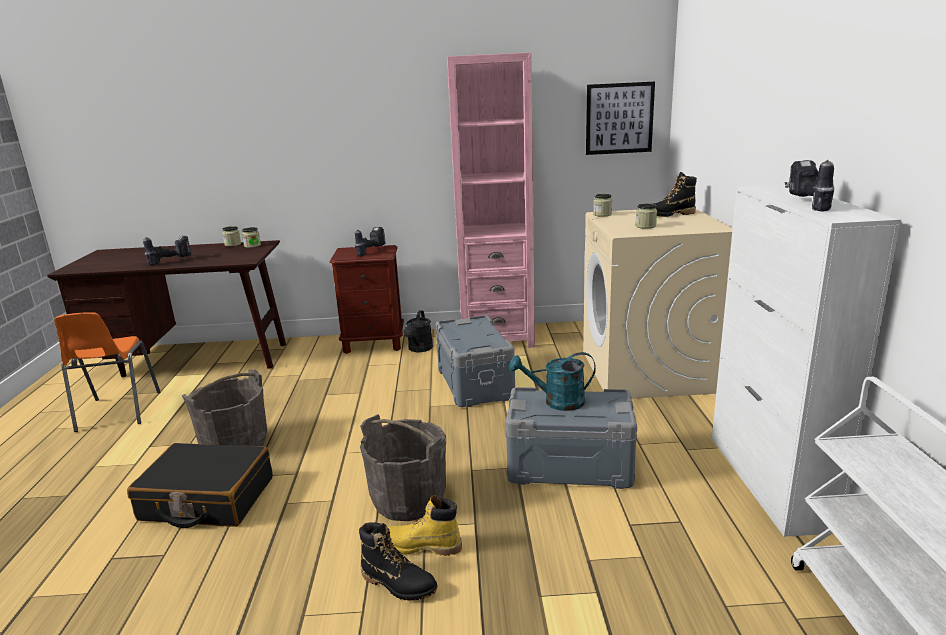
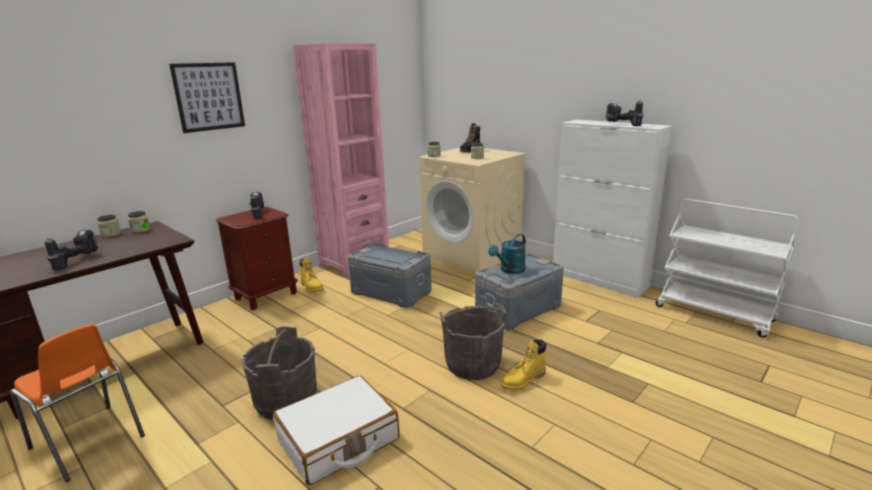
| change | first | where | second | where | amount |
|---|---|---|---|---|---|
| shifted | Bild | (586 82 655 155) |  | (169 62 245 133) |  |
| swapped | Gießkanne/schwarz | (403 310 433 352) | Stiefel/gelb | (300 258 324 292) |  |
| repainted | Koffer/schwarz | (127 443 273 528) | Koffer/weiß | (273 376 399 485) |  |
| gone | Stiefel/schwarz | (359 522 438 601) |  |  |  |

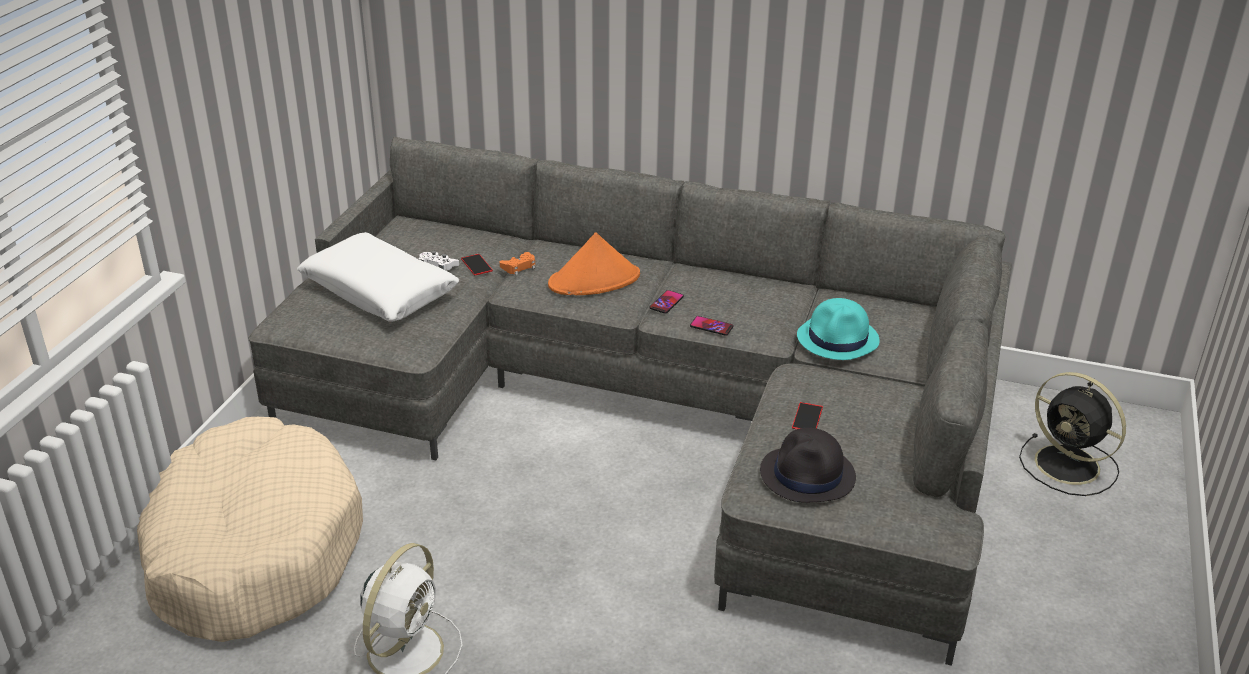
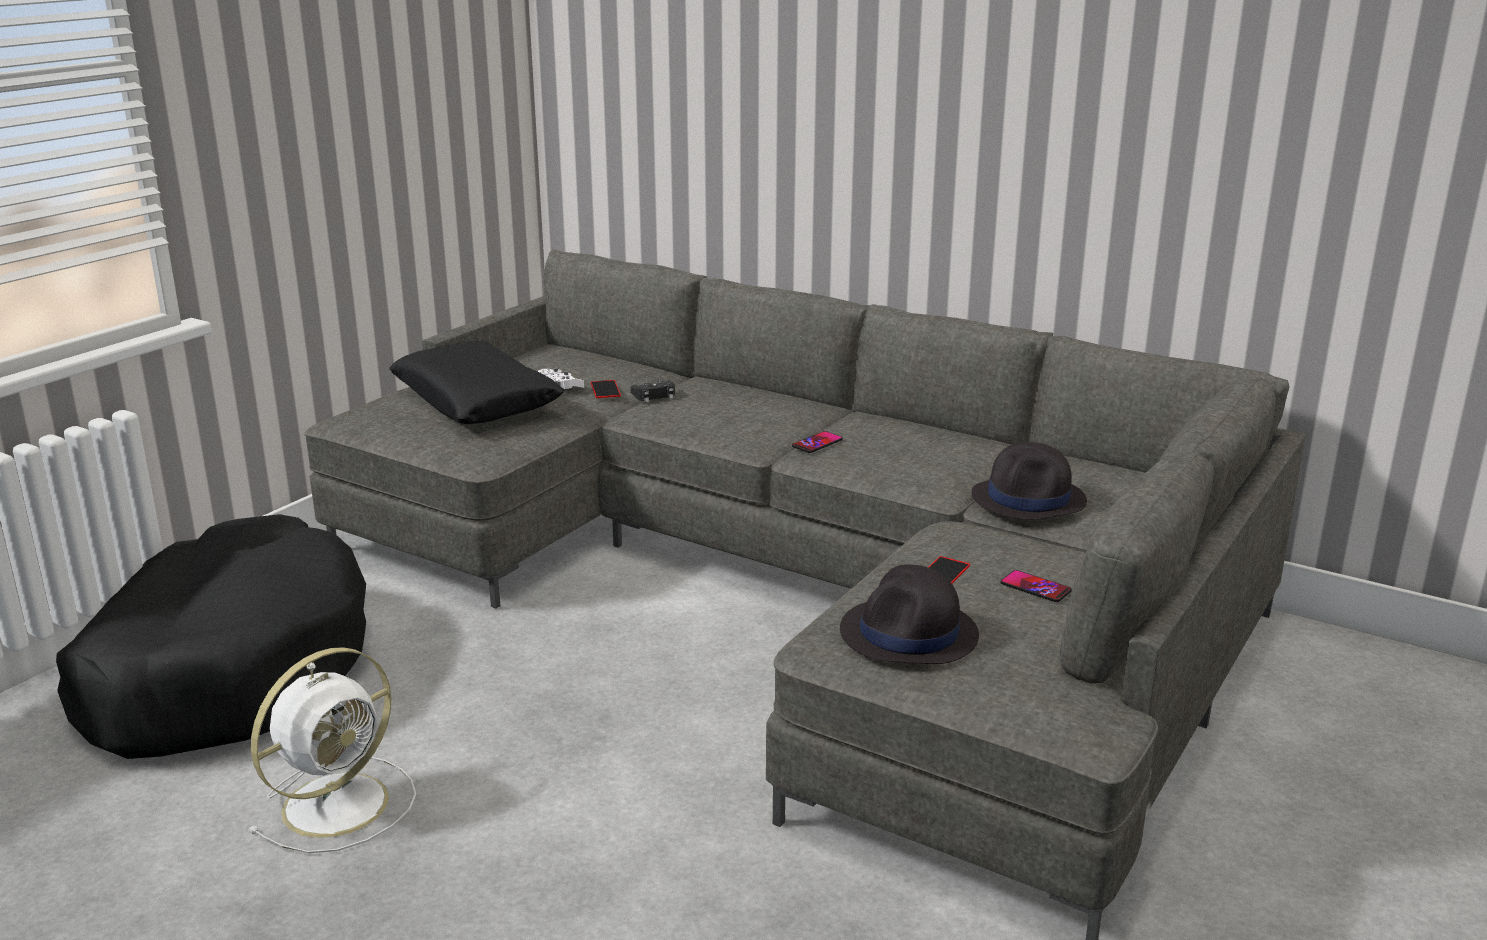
| change | first | where | second | where | amount |
|---|---|---|---|---|---|
| repainted | Kissen/weiß | (297 232 459 322) | Kissen/schwarz | (389 341 564 424) |  |
| gone | Hut/orange | (548 232 640 295) |  |  |  |
| repainted | Gamepad/orange | (500 252 535 275) | Gamepad/schwarz | (631 380 675 403) |  |
| repainted | Hut/türkis | (797 298 880 360) | Hut/schwarz | (971 442 1087 520) |  |
| shifted | Handy | (690 316 733 336) |  | (1001 570 1072 602) |  |
| gone | Ventilator/schwarz | (1019 372 1126 496) |  |  |  |
| repainted | Hundebett/beige | (137 417 363 642) | Hundebett/schwarz | (56 514 366 759) |  |

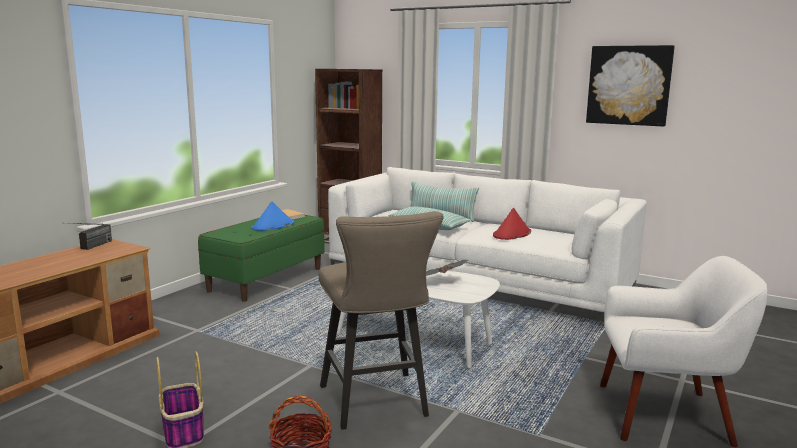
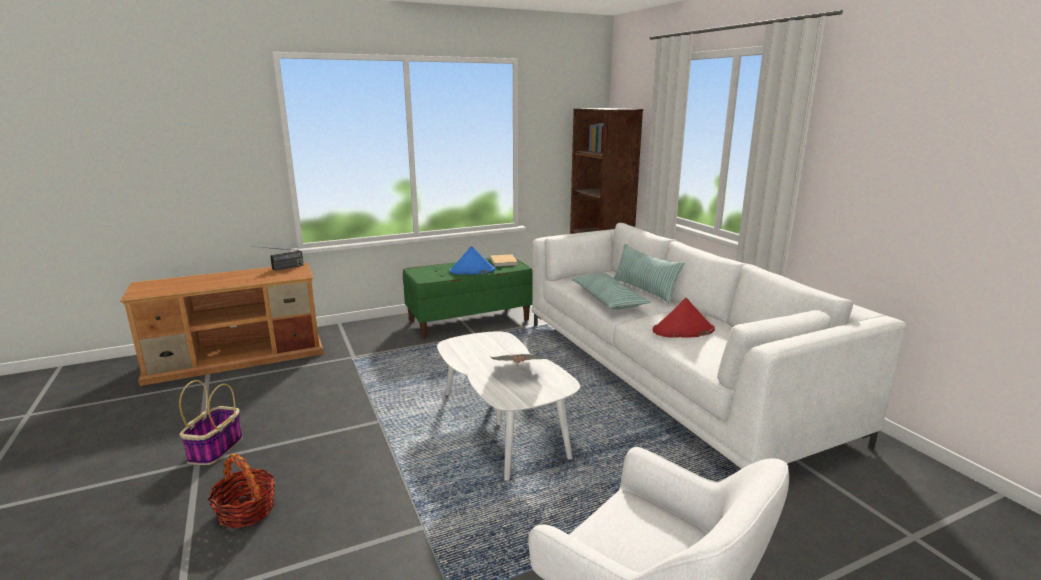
| change | first | where | second | where | amount |
|---|---|---|---|---|---|
| gone | Bild | (586 45 675 127) |  |  |  |
| gone | Hocker/beige | (319 211 444 430) |  |  |  |

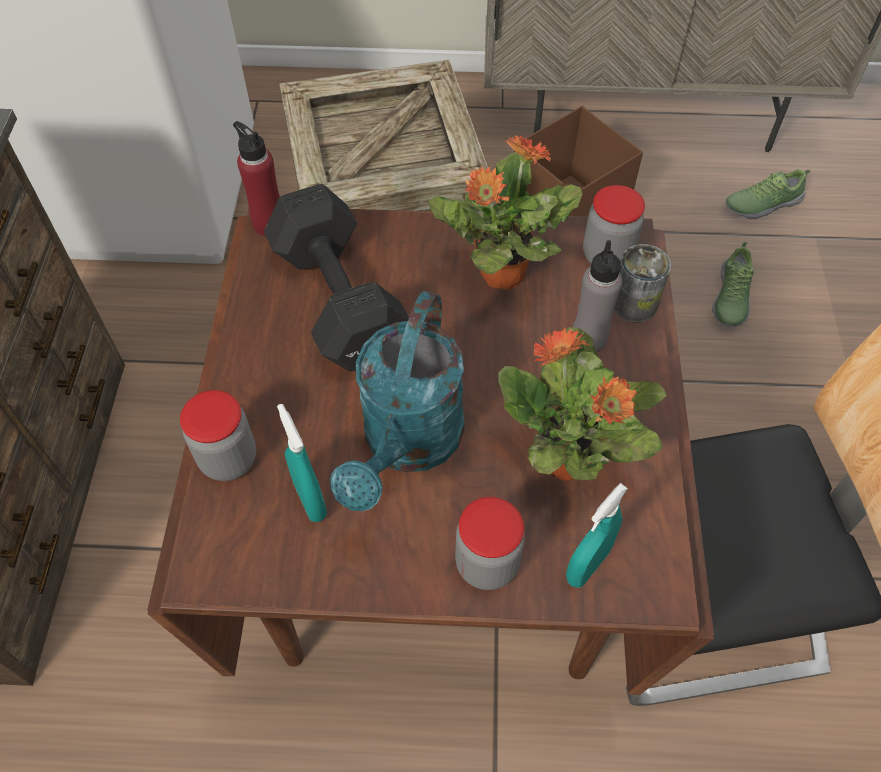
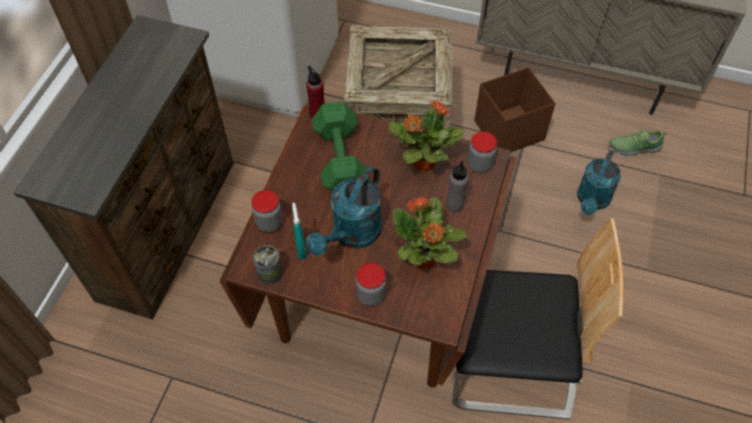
| change | first | where | second | where | amount |
|---|---|---|---|---|---|
| repainted | Hantel/schwarz | (264 184 409 371) | Hantel/grün | (312 102 368 193) |  |
| swapped | Schuh | (712 242 754 327) | Gießkanne/türkis | (577 149 621 215) |  |
| shifted | Dose | (614 244 671 323) |  | (253 245 283 285) |  |
| gone | Sprühflasche/türkis | (566 483 628 588) |  |  |  |

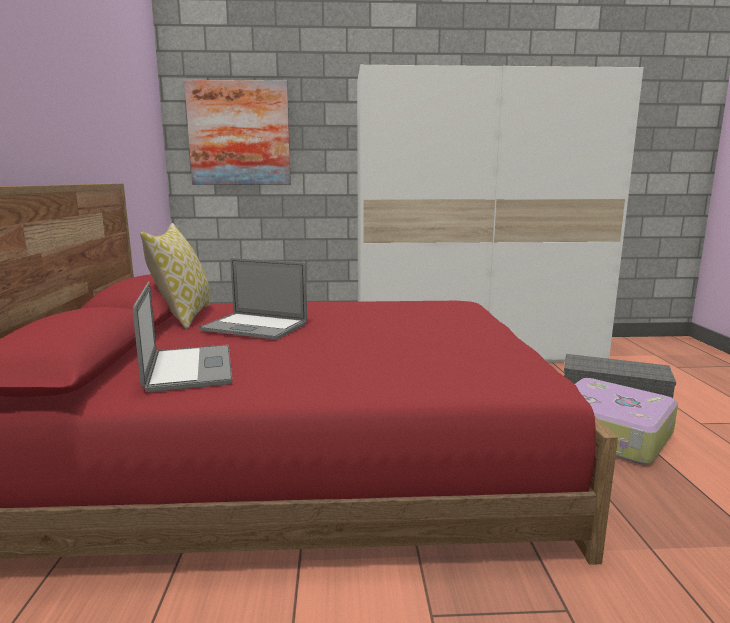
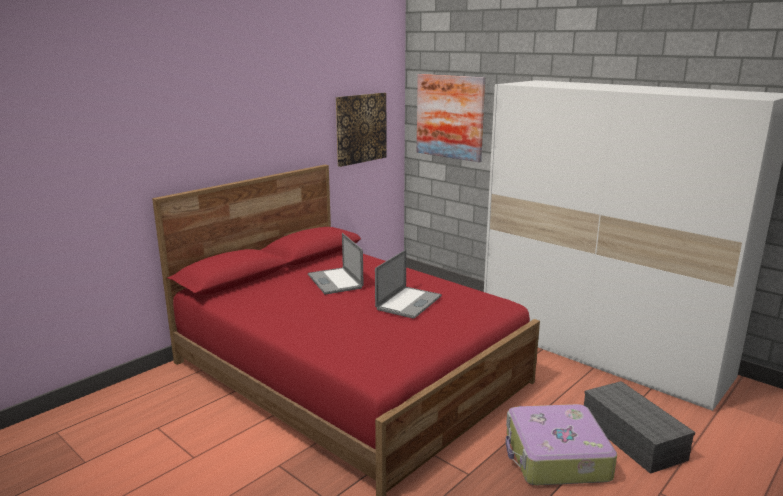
| change | first | where | second | where | amount |
|---|---|---|---|---|---|
| gone | Kissen | (140 223 210 330) |  |  |  |
| shifted | Laptop | (133 282 233 392) |  | (375 249 442 319) |  |
| new |  |  | Bild | (336 93 386 167) |  |

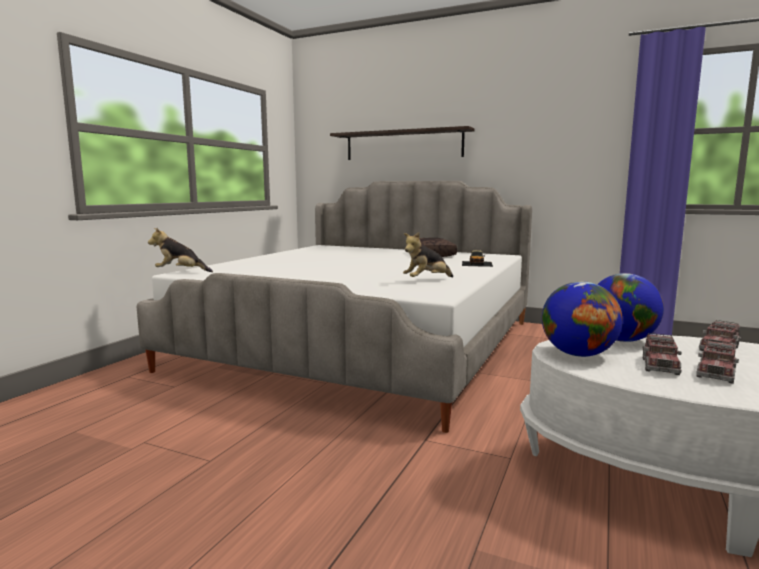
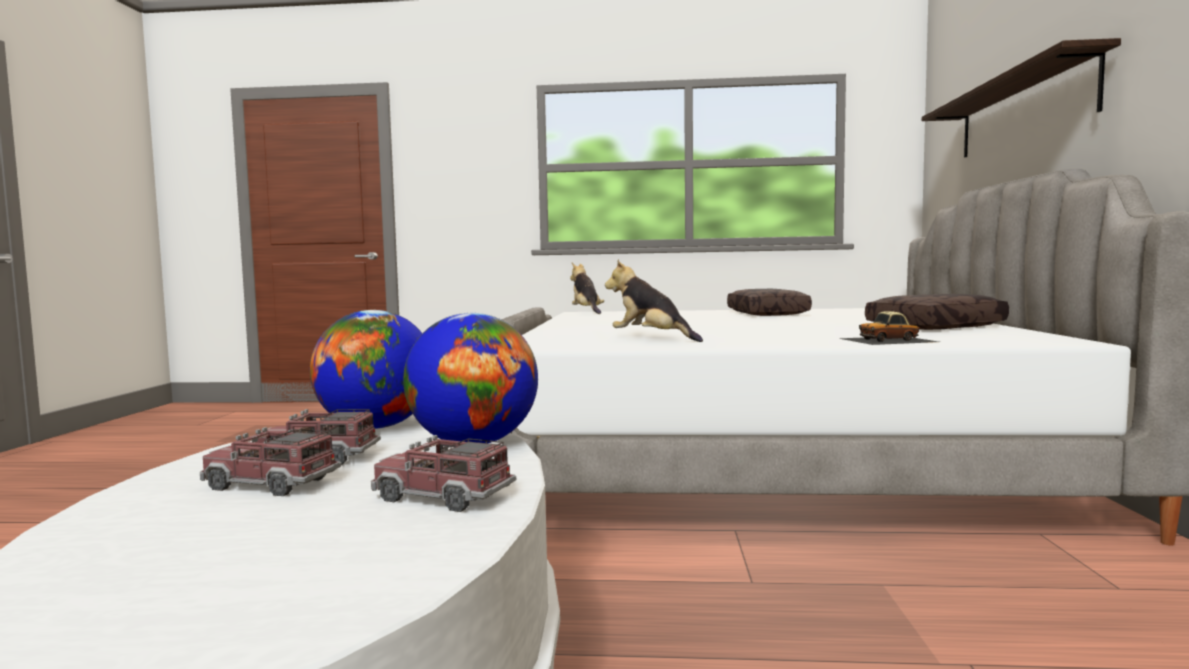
| change | first | where | second | where | amount |
|---|---|---|---|---|---|
| new |  |  | Kissen/braun | (727 289 812 316) |  |

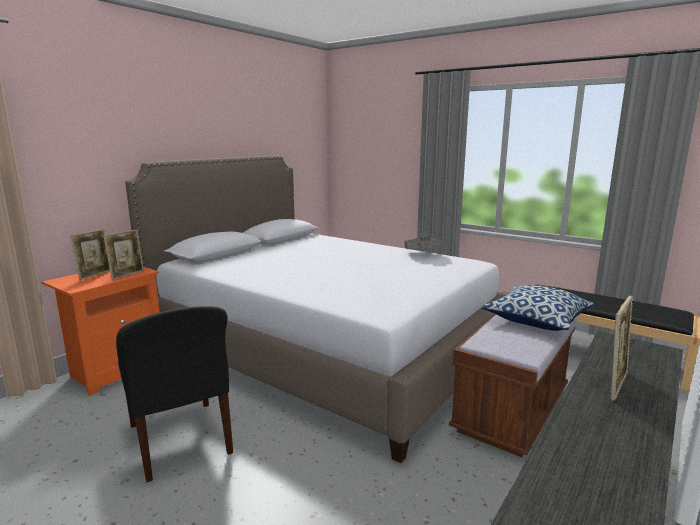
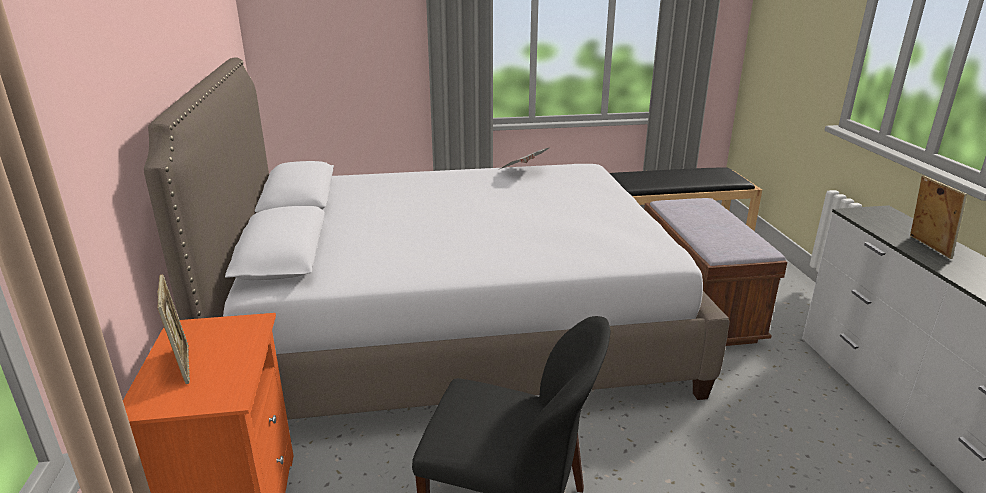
| change | first | where | second | where | amount |
|---|---|---|---|---|---|
| gone | Bilderrahmen | (104 229 144 280) |  |  |  |
| gone | Kissen | (481 285 594 331) |  |  |  |

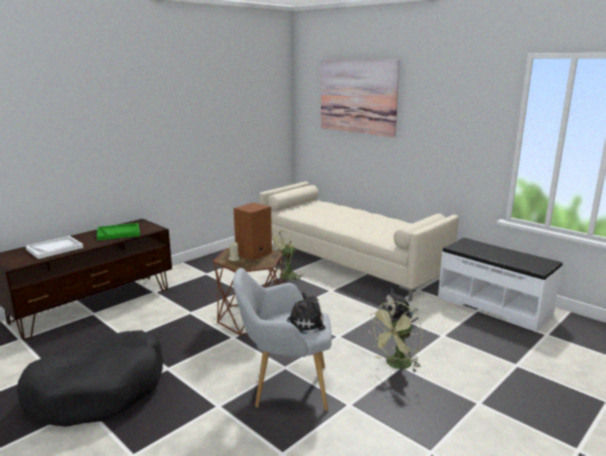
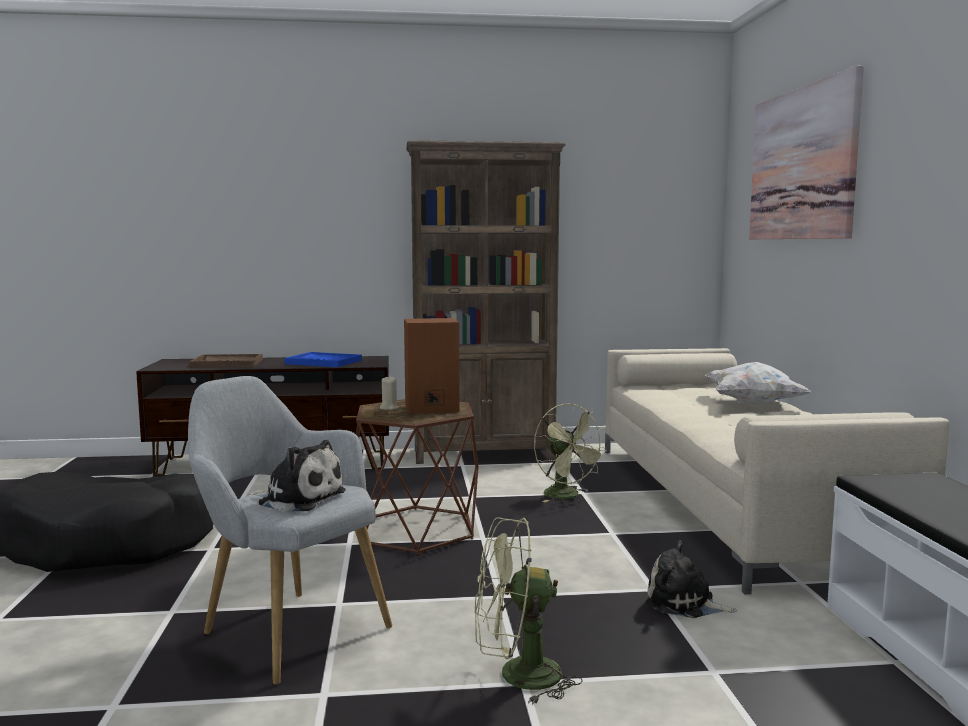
| change | first | where | second | where | amount |
|---|---|---|---|---|---|
| repainted | Tablett/grün | (97 223 140 240) | Tablett/blau | (284 352 362 367) |  |
| rotated | Ventilator/grün | (272 230 304 282) |  | (534 403 607 502) | 135 degrees counterclockwise |
| repainted | Tablett/weiß | (26 236 83 259) | Tablett/braun | (189 354 263 368) |  |
| new |  |  | Bücherregal/braun | (406 140 566 464) |  |
| new |  |  | Kissen/weiß | (705 362 810 404) |  |

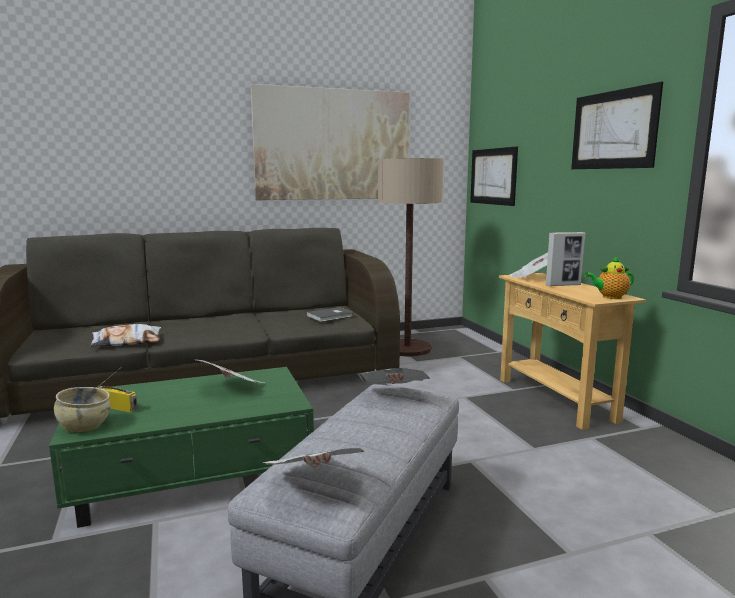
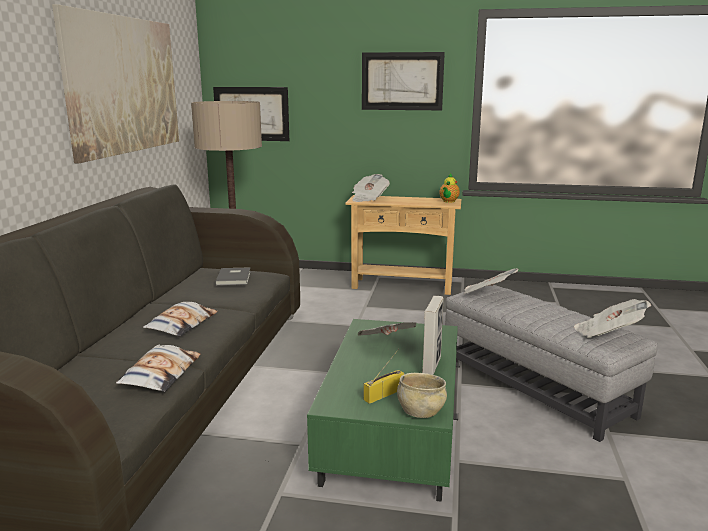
| change | first | where | second | where | amount |
|---|---|---|---|---|---|
| shifted | Bilderrahmen | (546 232 586 286) |  | (422 296 444 375) |  |
| new |  |  | Kissen | (143 302 218 337) |  |

